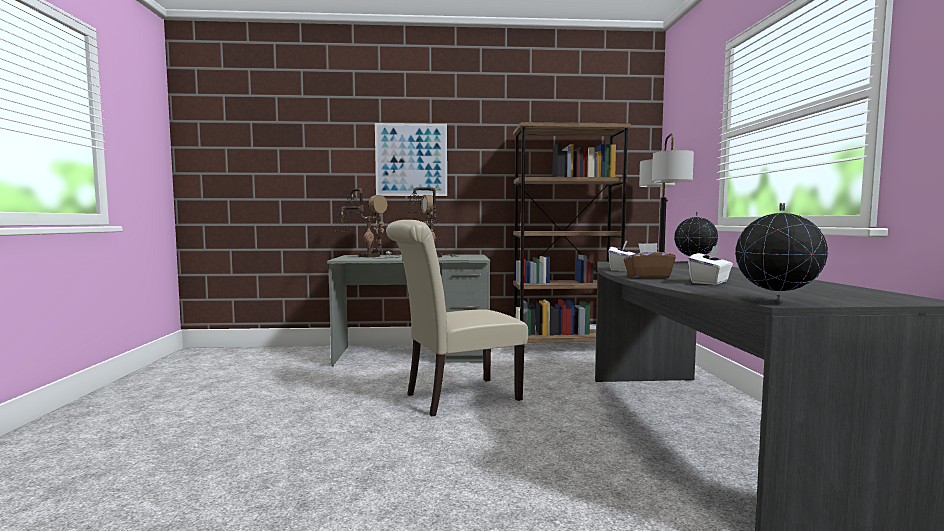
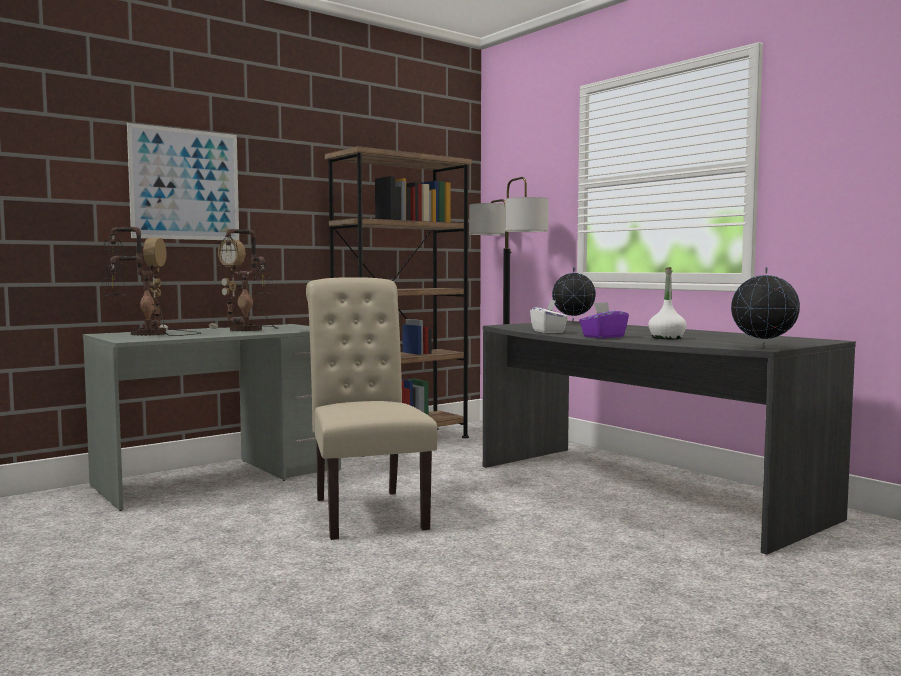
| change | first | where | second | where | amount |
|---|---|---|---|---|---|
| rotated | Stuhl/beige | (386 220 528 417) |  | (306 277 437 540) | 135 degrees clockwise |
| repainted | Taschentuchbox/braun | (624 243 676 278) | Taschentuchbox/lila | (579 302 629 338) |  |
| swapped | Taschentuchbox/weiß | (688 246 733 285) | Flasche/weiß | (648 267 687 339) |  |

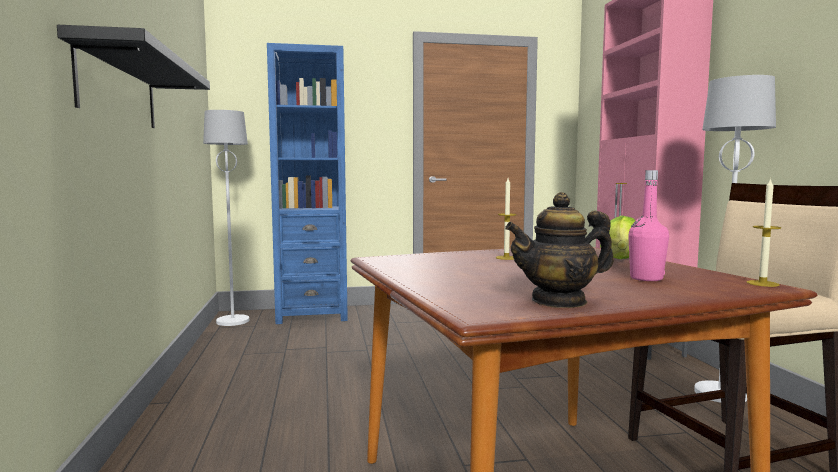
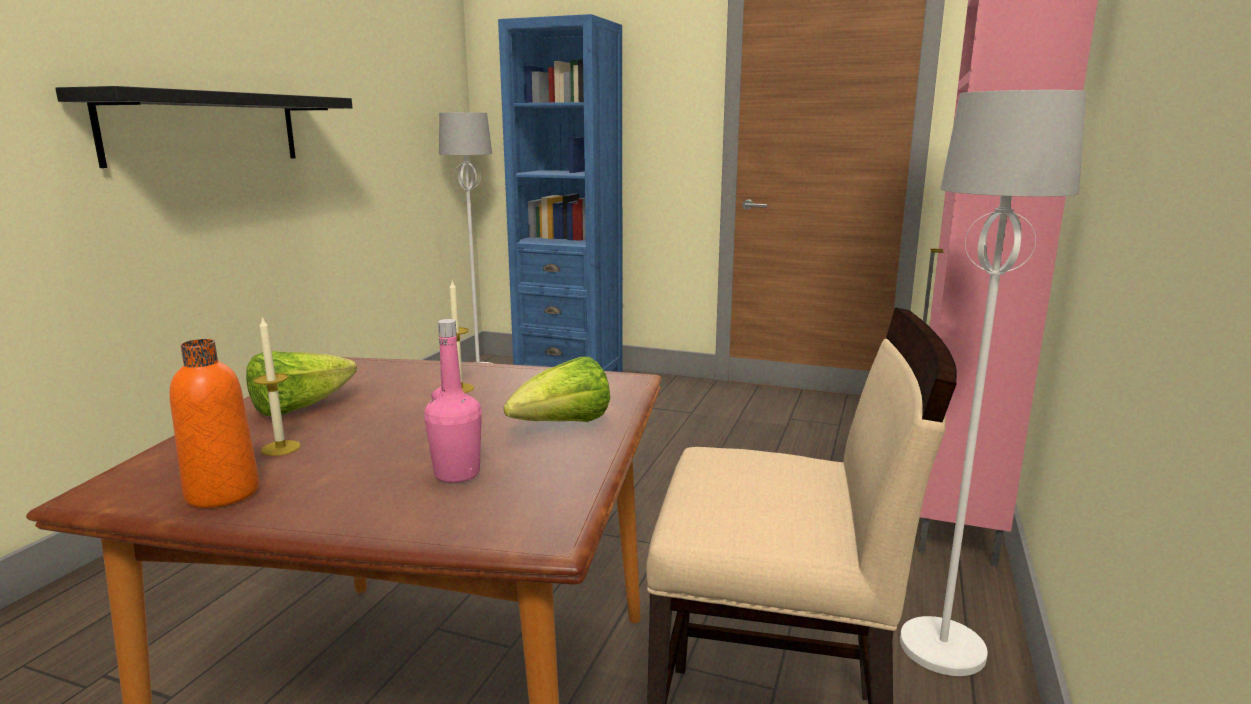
| change | first | where | second | where | amount |
|---|---|---|---|---|---|
| shifted | Kerze | (747 178 781 287) |  | (254 316 301 456) |  |
| swapped | Teekanne | (505 192 614 308) | Flasche/orange | (169 339 259 508) |  |
| new |  |  | Salatkopf | (246 351 357 416) |  |

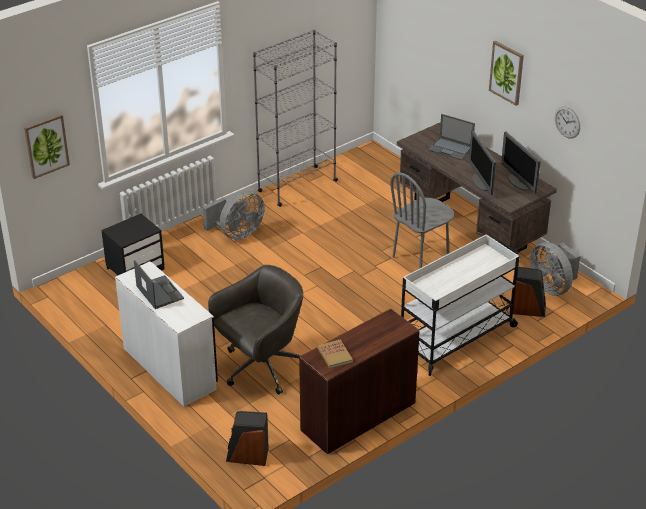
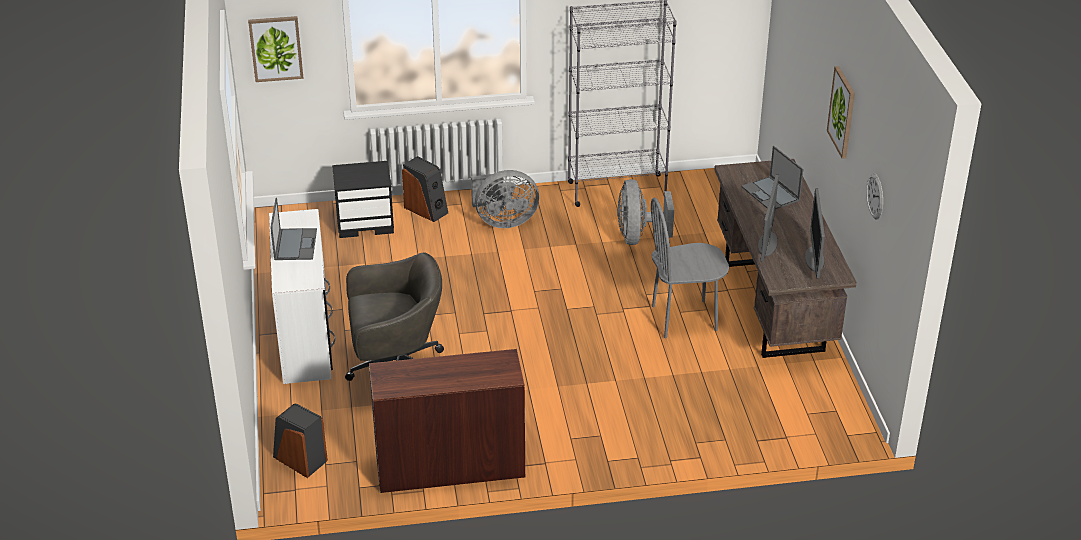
| change | first | where | second | where | amount |
|---|---|---|---|---|---|
| gone | Rollwagen/weiß | (401 235 519 376) |  |  |  |
| shifted | Ventilator/grau | (530 242 580 296) |  | (617 179 674 245) |  |
| shifted | Lautsprecher | (509 267 546 317) |  | (402 156 448 222) |  |
| gone | Buch | (317 340 353 369) |  |  |  |

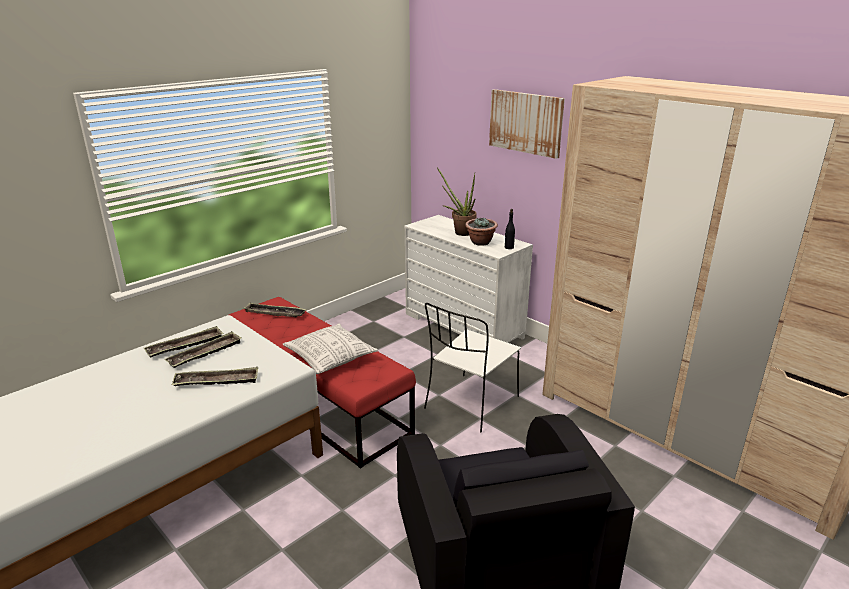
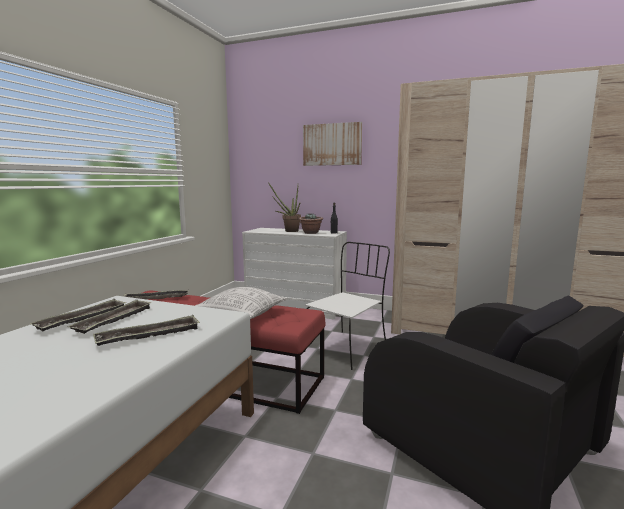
| change | first | where | second | where | amount |
|---|---|---|---|---|---|
| rotated | Stuhl/weiß | (424 303 521 433) |  | (304 242 390 370) | 150 degrees counterclockwise |

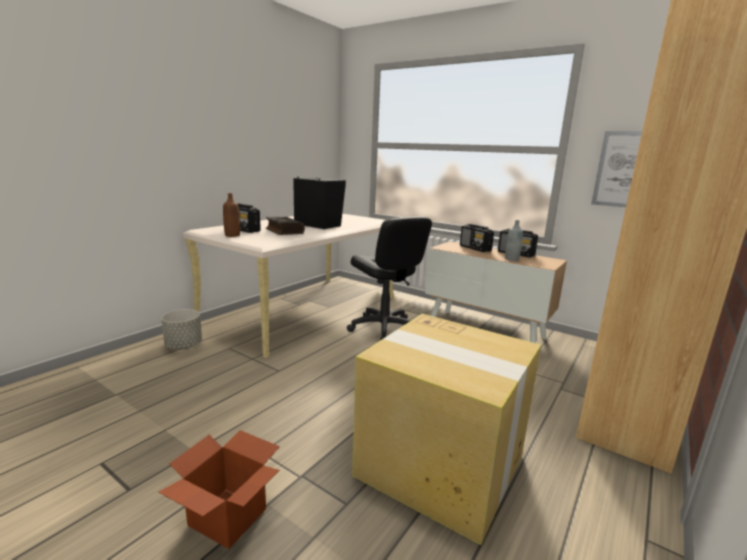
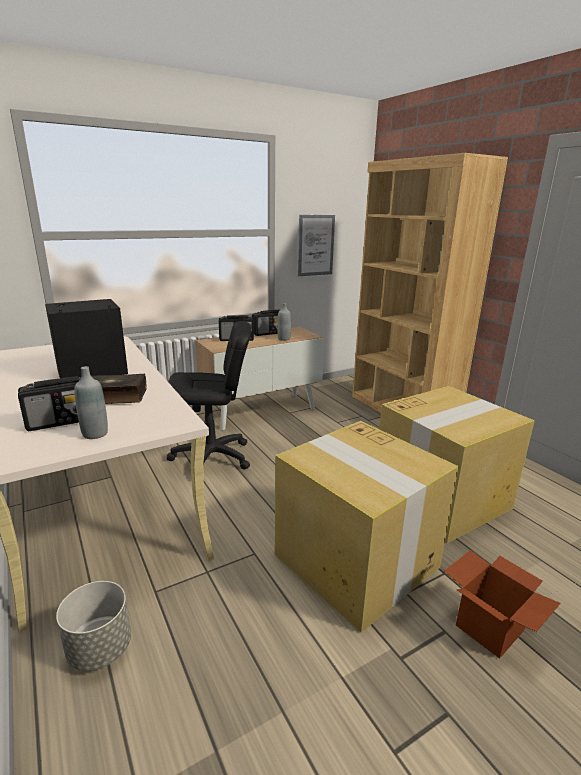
| change | first | where | second | where | amount |
|---|---|---|---|---|---|
| repainted | Flasche/braun | (223 193 240 237) | Flasche/grau | (74 366 108 439) |  |
| new |  |  | Karton | (275 421 459 633) |  |

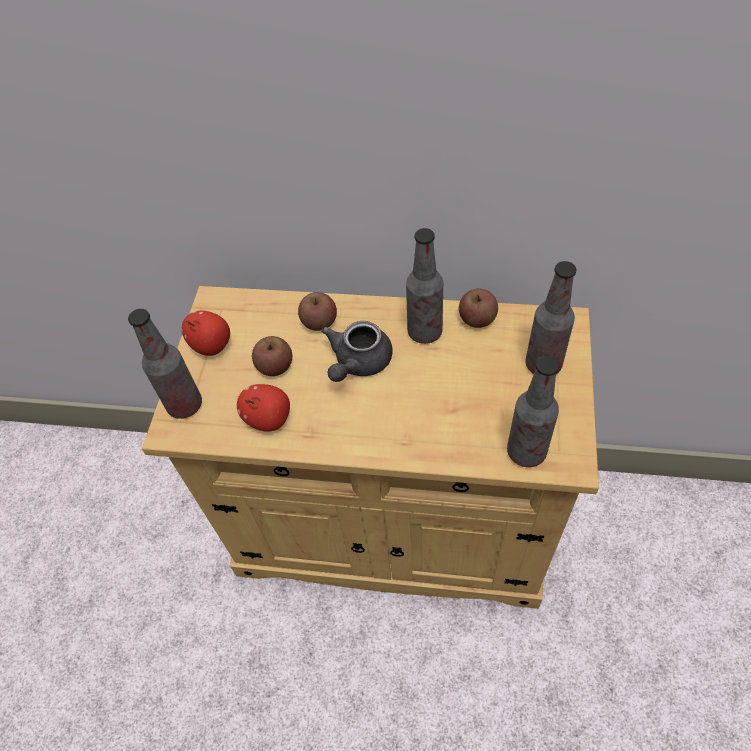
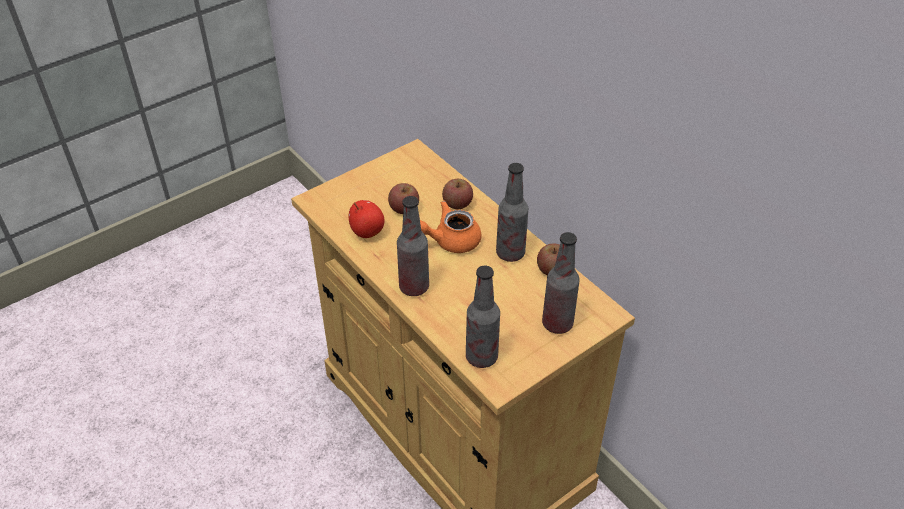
| change | first | where | second | where | amount |
|---|---|---|---|---|---|
| shifted | Flasche | (128 309 202 419) |  | (397 196 429 296) |  |
| gone | Apfel | (182 311 230 356) |  |  |  |
| repainted | Teekanne/grau | (321 321 393 382) | Teekanne/orange | (420 201 481 253) |  |

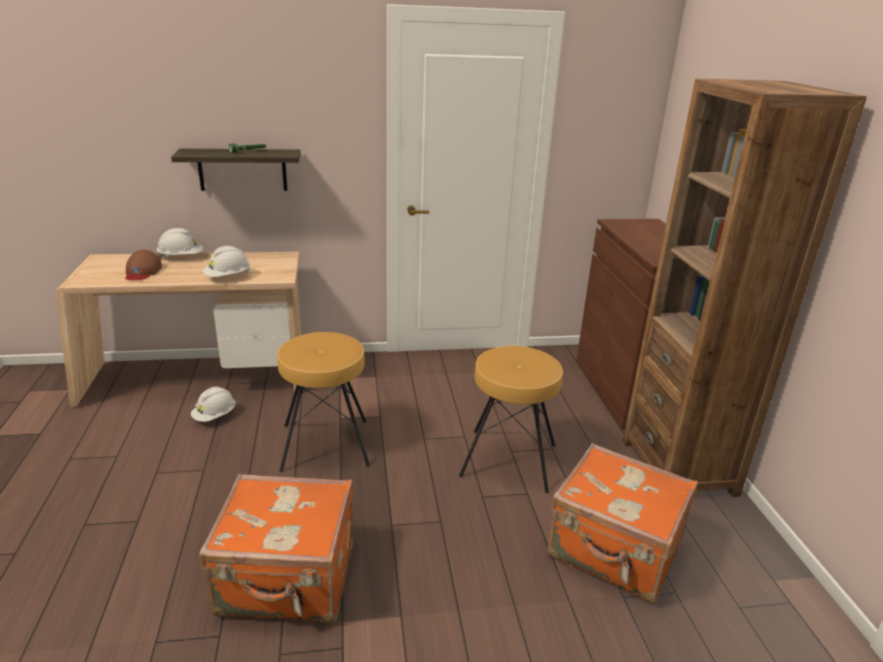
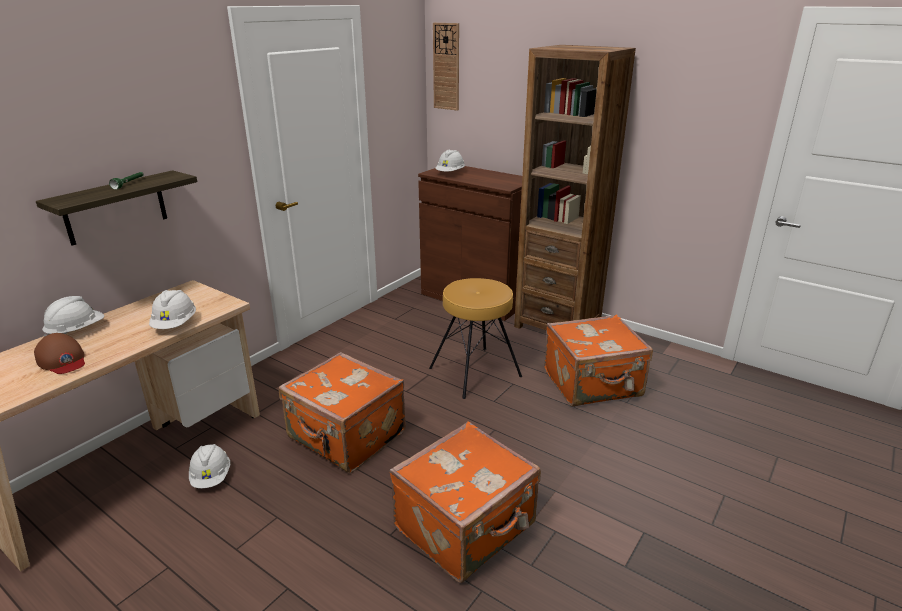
| change | first | where | second | where | amount |
|---|---|---|---|---|---|
| swapped | Hocker/braun | (277 332 370 472) | Koffer/orange | (279 352 406 473) |  |
| new |  |  | Wanduhr | (433 23 459 111) |  |
| new |  |  | Schutzhelm/weiß | (435 150 465 172) |  |

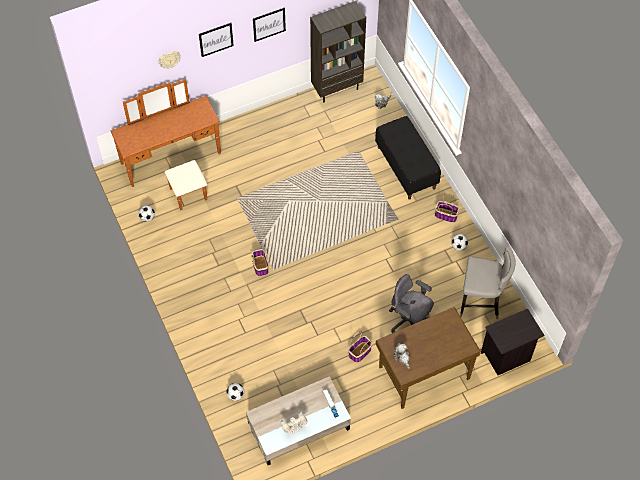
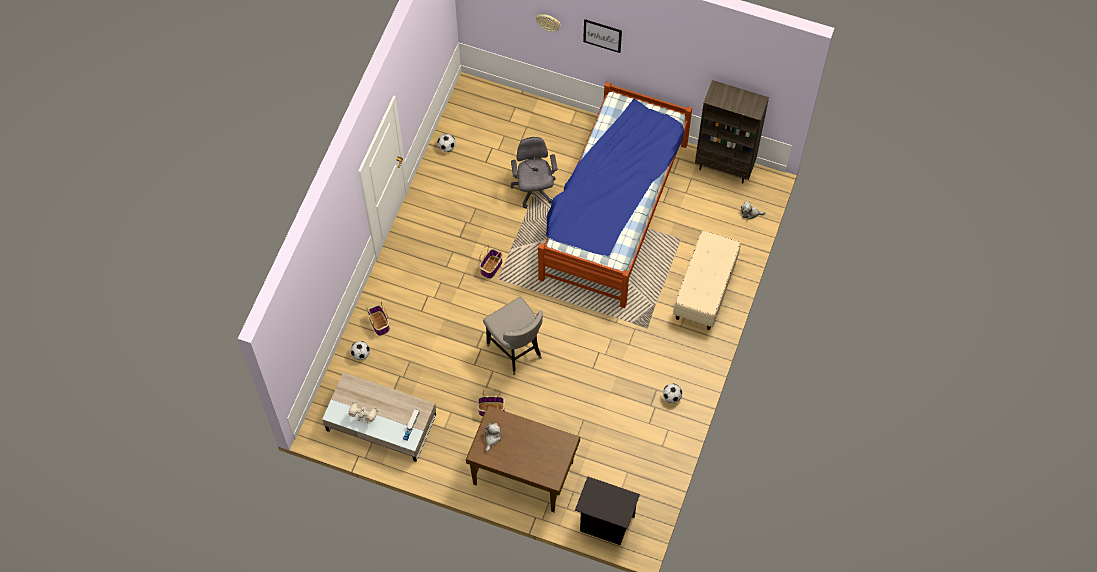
| change | first | where | second | where | amount |
|---|---|---|---|---|---|
| gone | Bild | (253 8 286 42) |  |  |  |
| gone | Kommode/braun | (111 79 221 210) |  |  |  |
| repainted | Bank/schwarz | (375 116 441 199) | Bank/beige | (673 230 741 330) |  |
| shifted | Korb | (435 193 459 223) |  | (366 302 390 336) |  |
| shifted | Hocker/grau | (460 246 516 319) |  | (483 297 543 375) |  |
| shifted | Bürostuhl/grau | (389 274 434 333) |  | (510 137 557 208) |  |
| new |  |  | Bett | (538 81 692 308) |  |

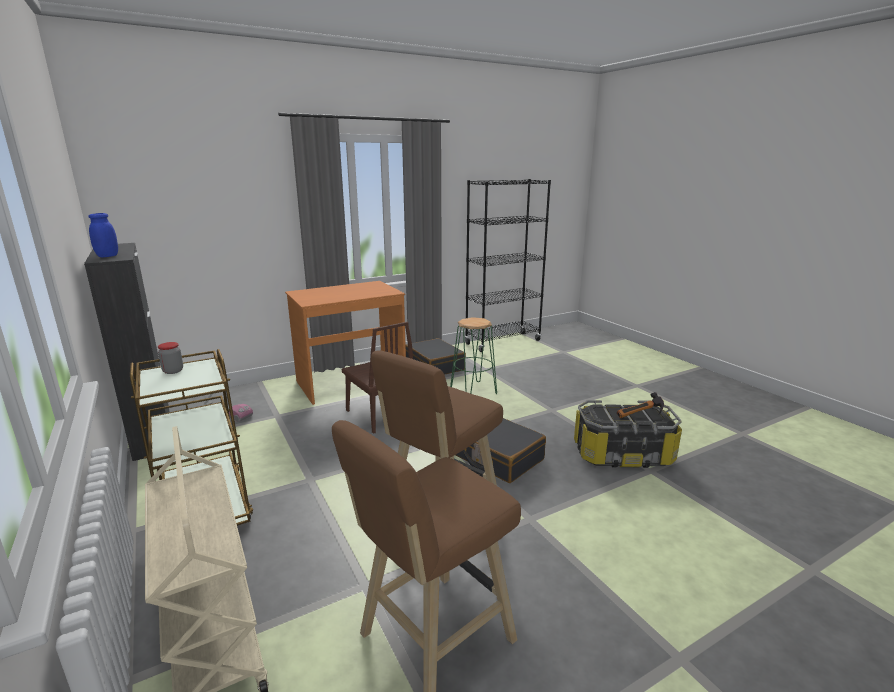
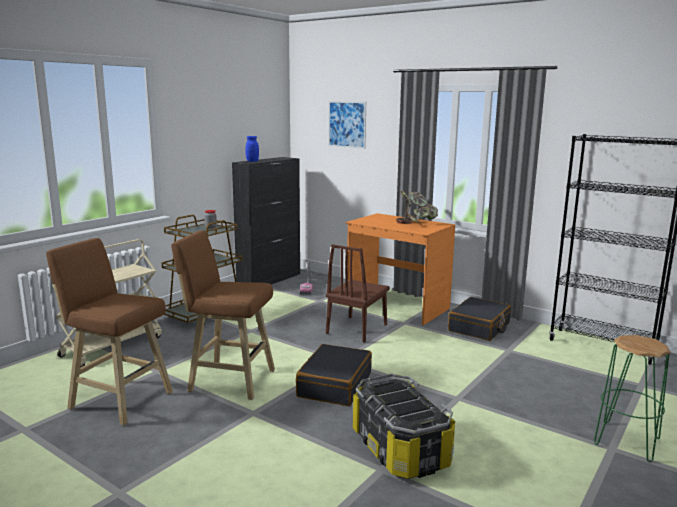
| change | first | where | second | where | amount |
|---|---|---|---|---|---|
| shifted | Hocker/grün | (450 317 497 394) |  | (594 335 671 462) |  |
| gone | Hammer | (617 392 664 418) |  |  |  |
| new |  |  | Bild | (328 101 366 149) |  |
| new |  |  | Topfpflanze | (396 191 438 225) |  |

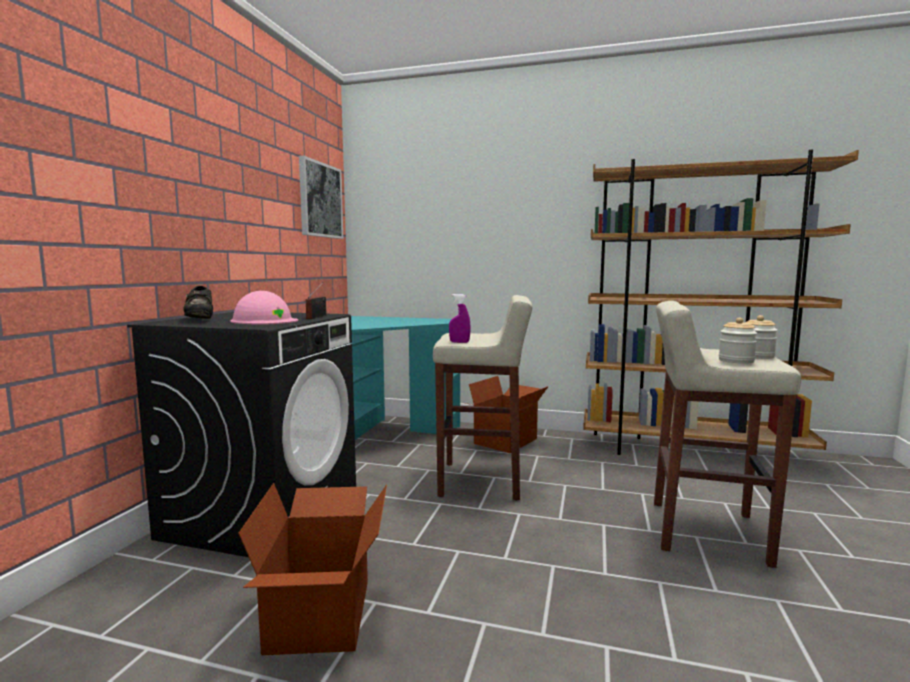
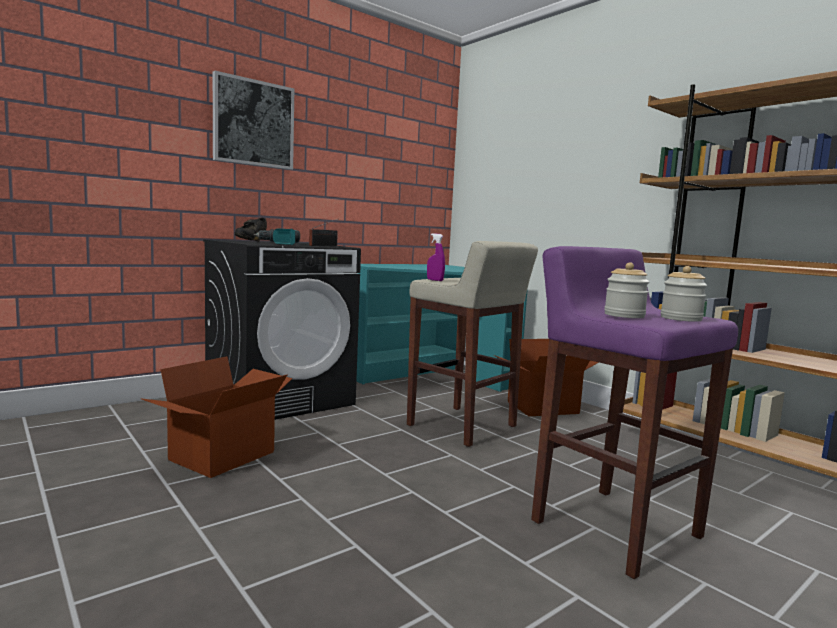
| change | first | where | second | where | amount |
|---|---|---|---|---|---|
| shifted | Bild | (299 156 343 239) |  | (213 71 295 170) |  |
| swapped | Schutzhelm/rosa | (230 291 298 325) | Bohrmaschine | (254 228 300 245) |  |
| repainted | Hocker/beige | (654 301 801 568) | Hocker/lila | (531 246 738 579) |  |

